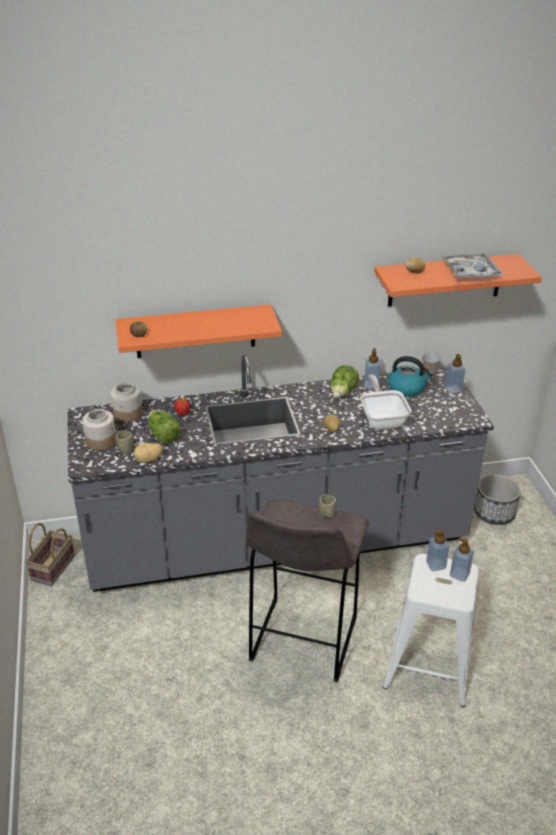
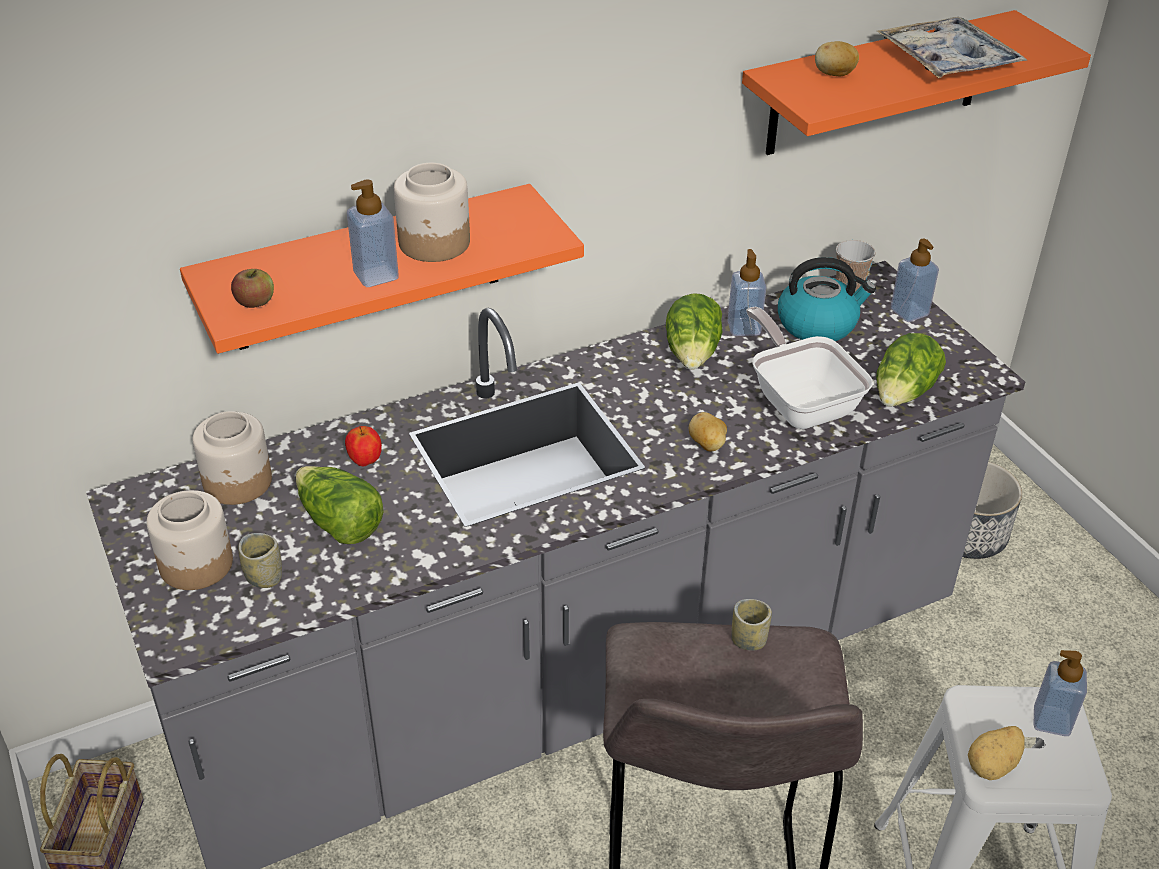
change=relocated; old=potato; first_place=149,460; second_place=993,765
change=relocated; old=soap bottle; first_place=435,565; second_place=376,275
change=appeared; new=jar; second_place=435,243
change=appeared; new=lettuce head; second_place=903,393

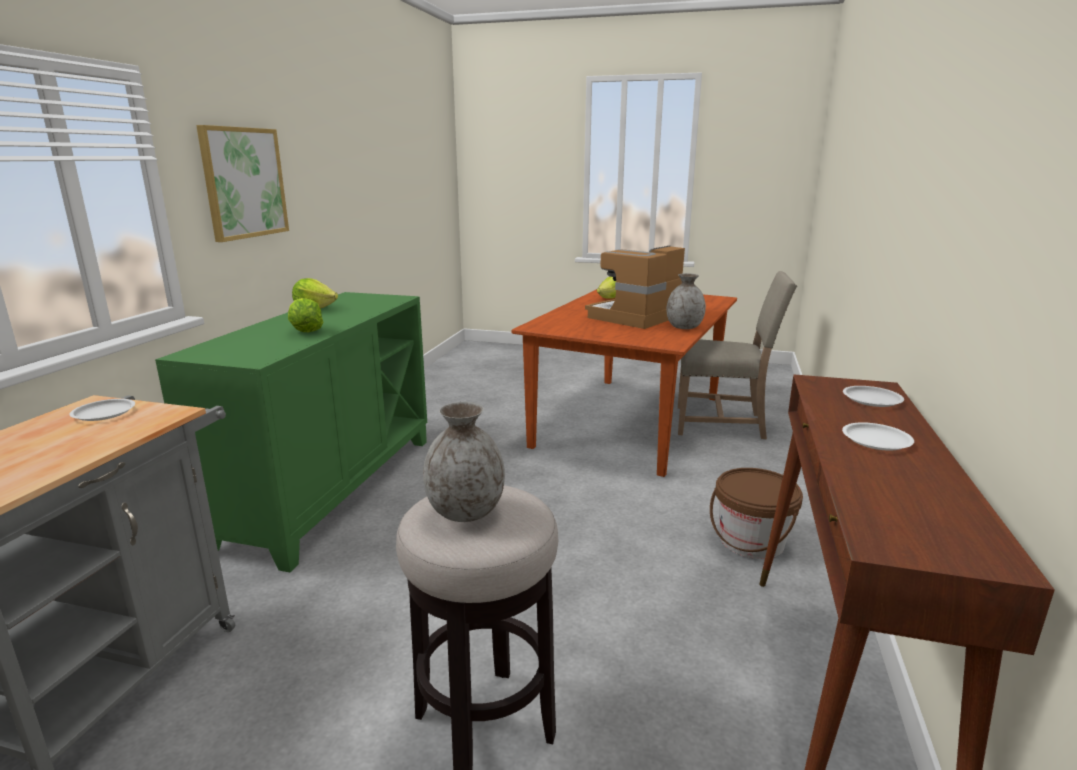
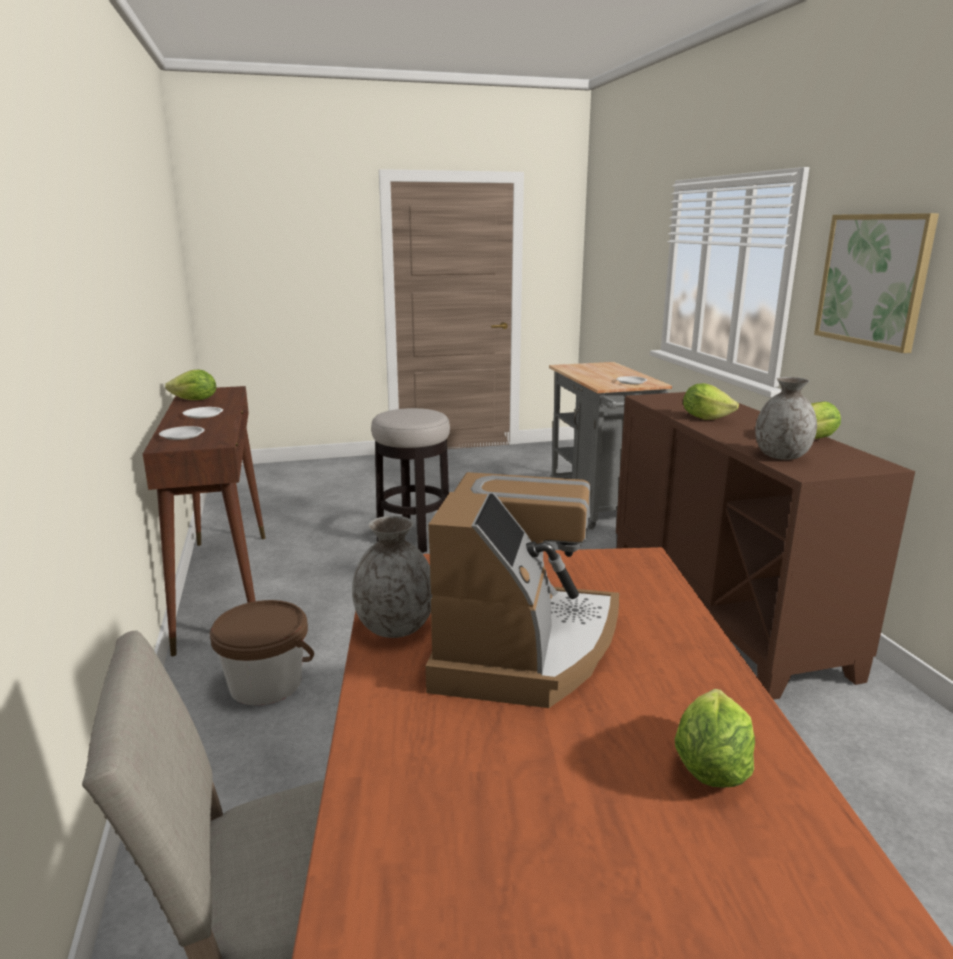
change=colour; old=cupboard/greenish; new=cupboard/brown; first_place=330,489; second_place=723,608
change=relocated; old=vase/greyish; first_place=466,512; second_place=781,456
change=appeared; new=lettuce head; second_place=195,400

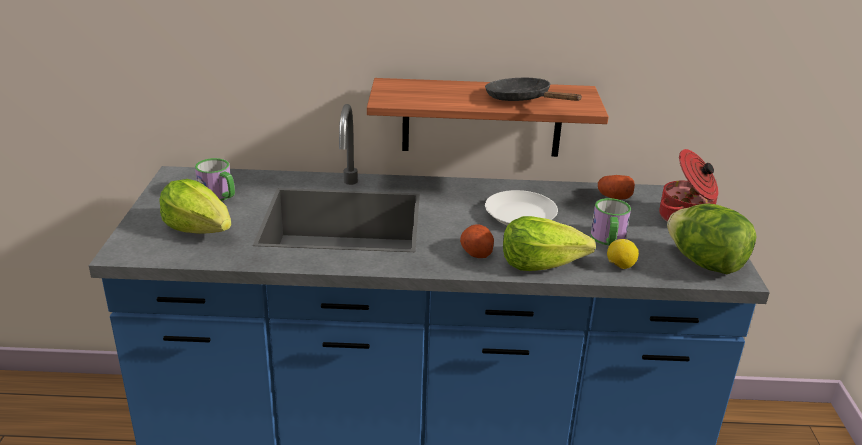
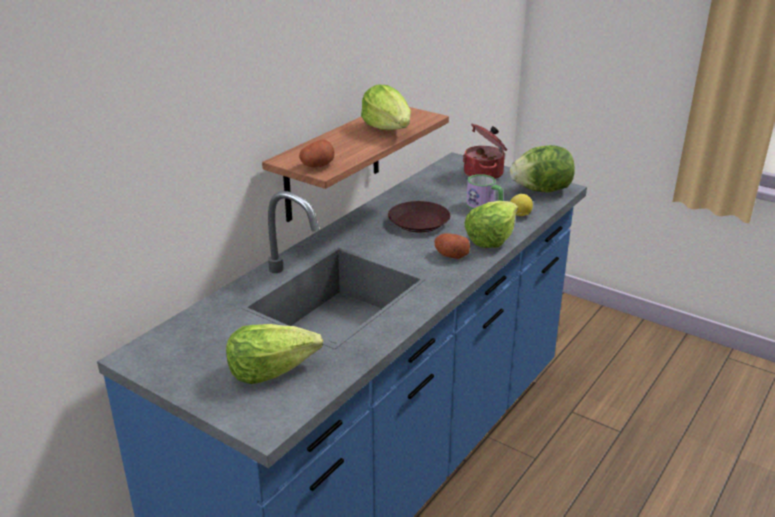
change=exchanged; old=skillet/black; new=lettuce head; first_place=522,100; second_place=388,129
change=missing; old=tea mug; first_place=219,196
change=relocated; old=potato; first_place=614,197; second_place=317,165
change=colour; old=flat dish/white; new=flat dish/brown; first_place=519,215; second_place=418,222

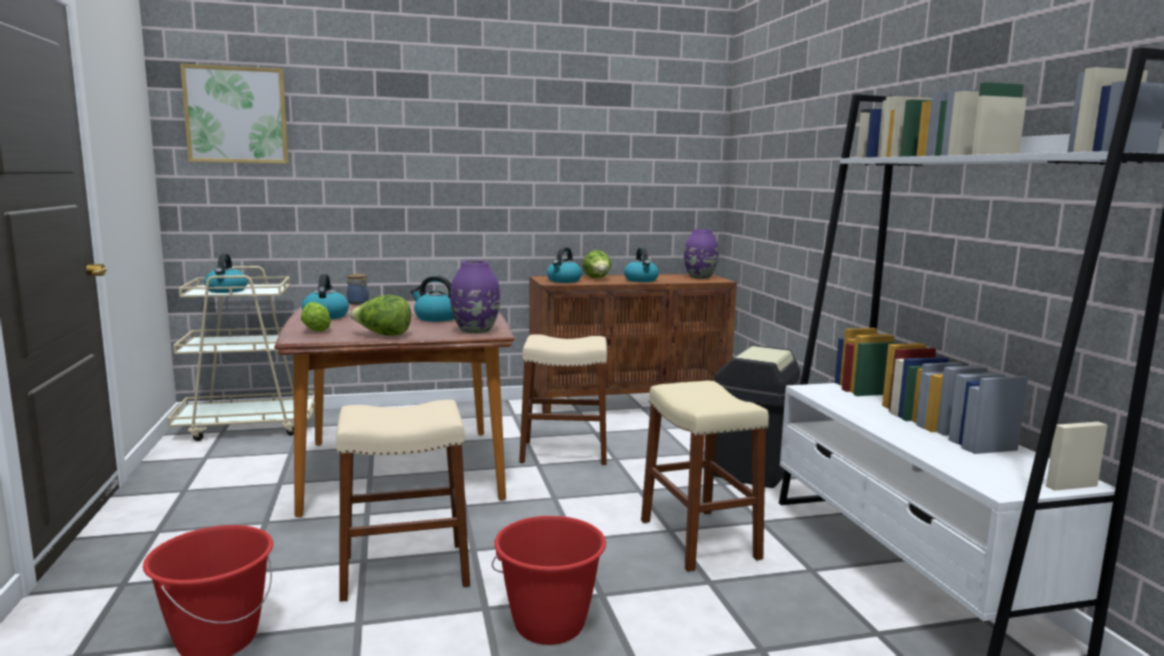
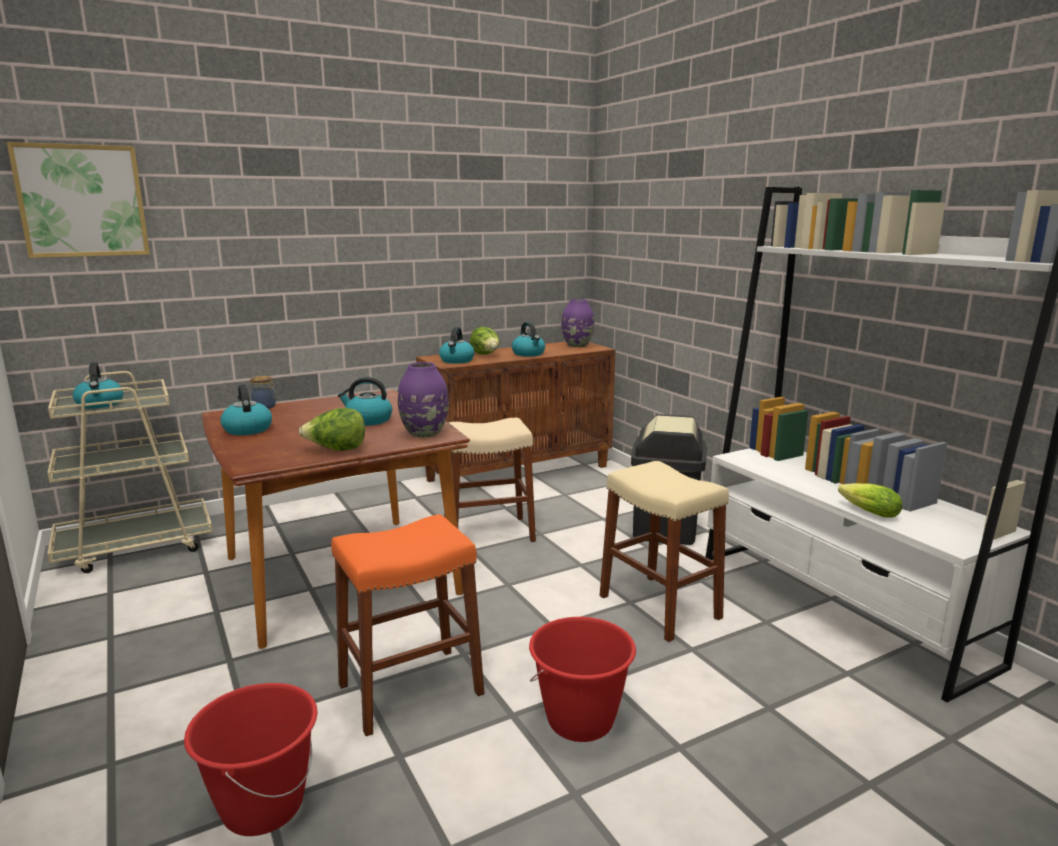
change=relocated; old=lettuce head; first_place=316,329; second_place=866,512
change=colour; old=stool seat/beige; new=stool seat/orangey; first_place=404,570; second_place=410,689

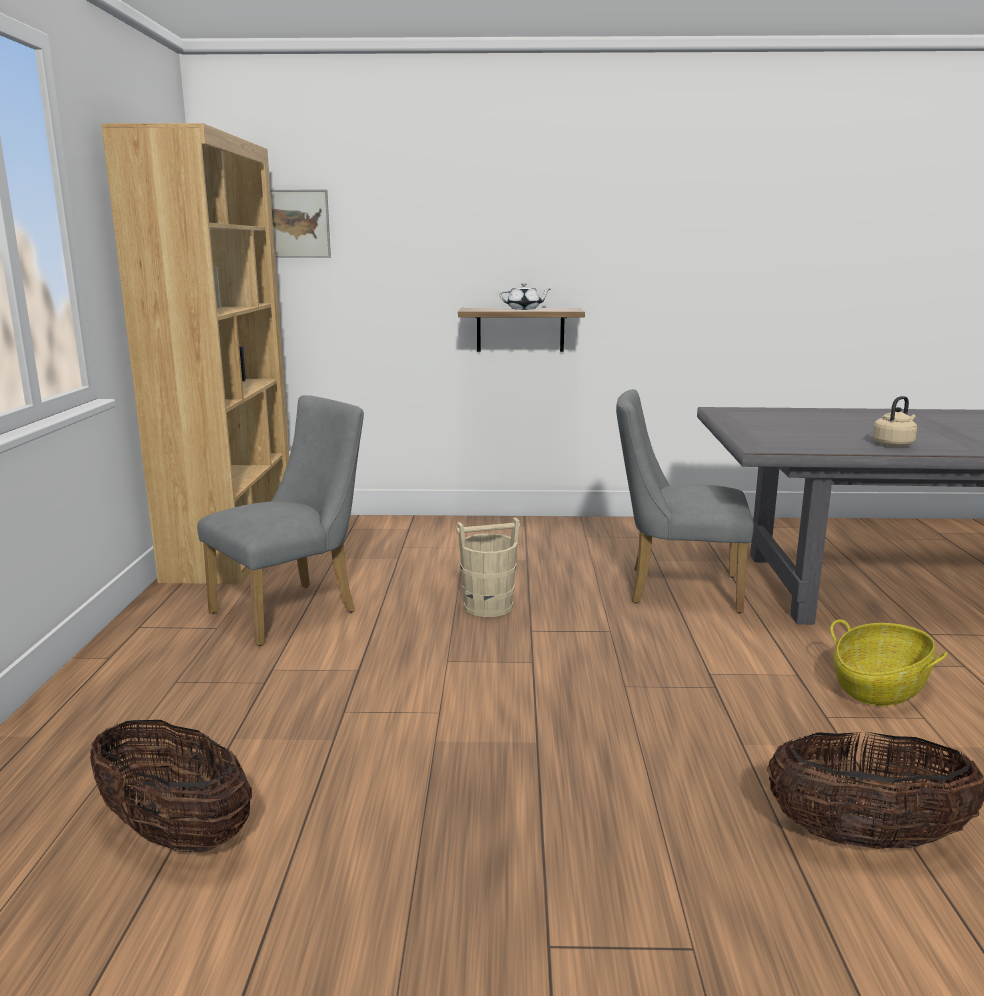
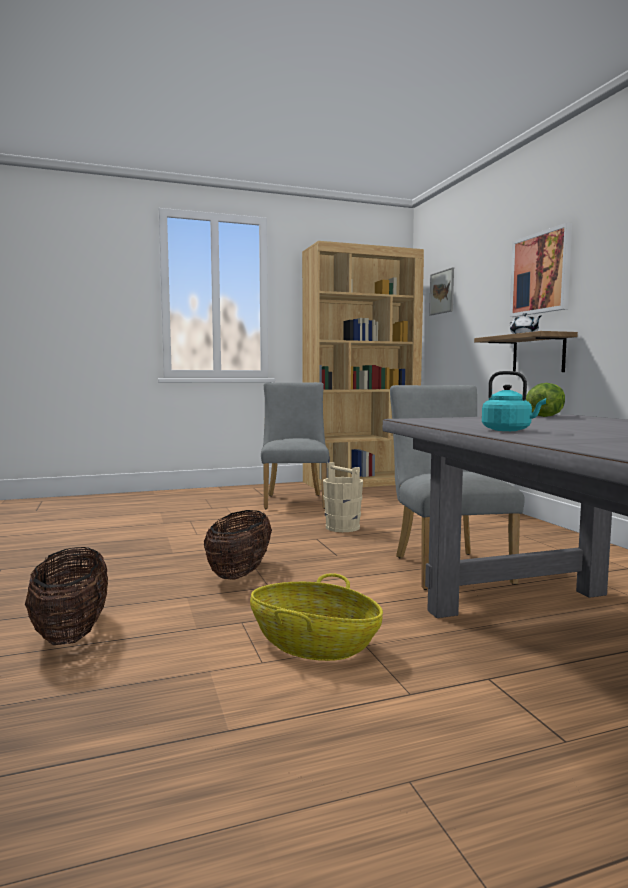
change=spun; old=chair/greyish; first_place=293,610; second_place=294,500; degrees=-120
change=colour; old=kettle/beige; new=kettle/turquoise-coloured; first_place=894,444; second_place=509,430
change=relocated; old=storage basket; first_place=175,833; second_place=239,573
change=appeared; new=wall picture; second_place=541,273
change=appeared; new=lettuce head; second_place=545,416

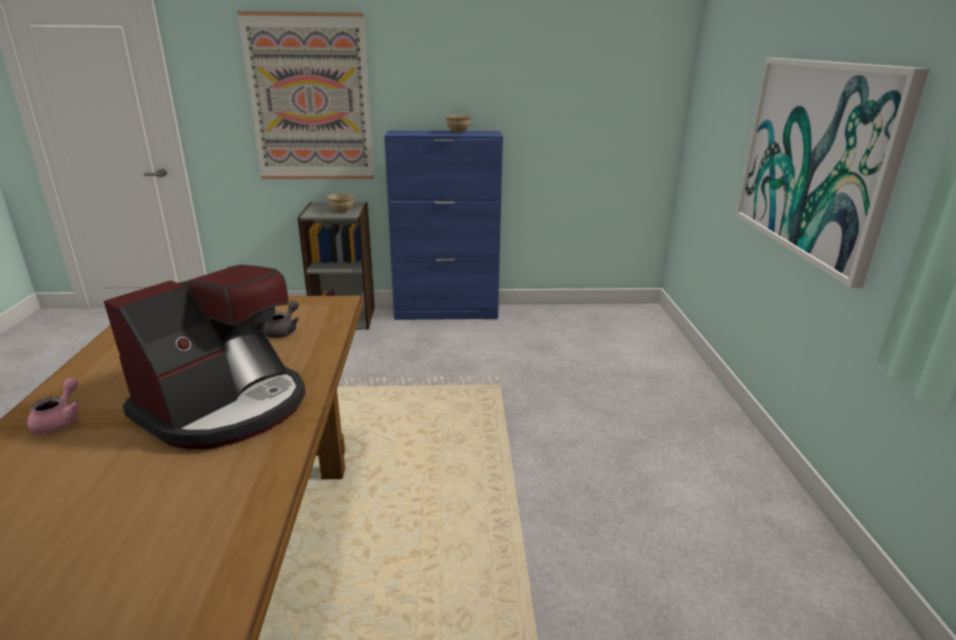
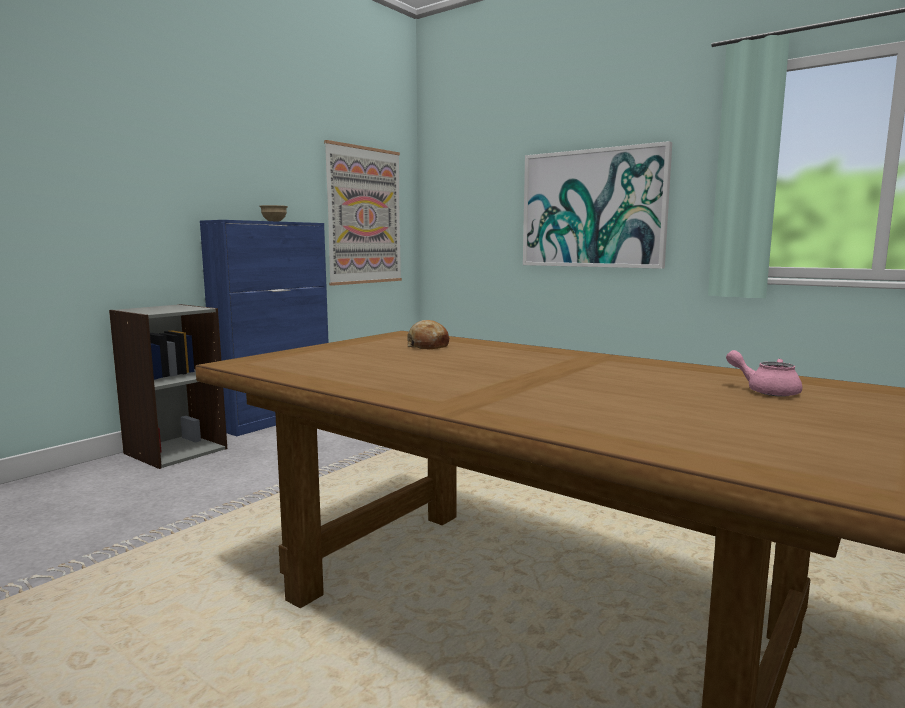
change=relocated; old=wall picture; first_place=310,99; second_place=364,216
change=missing; old=serving bowl/beige; first_place=342,211
change=missing; old=coffee machine; first_place=226,407
change=exchanged; old=tea pot/greyish; new=bread; first_place=283,331; second_place=428,346
change=relocated; old=tea pot/pink; first_place=60,420; second_place=766,391

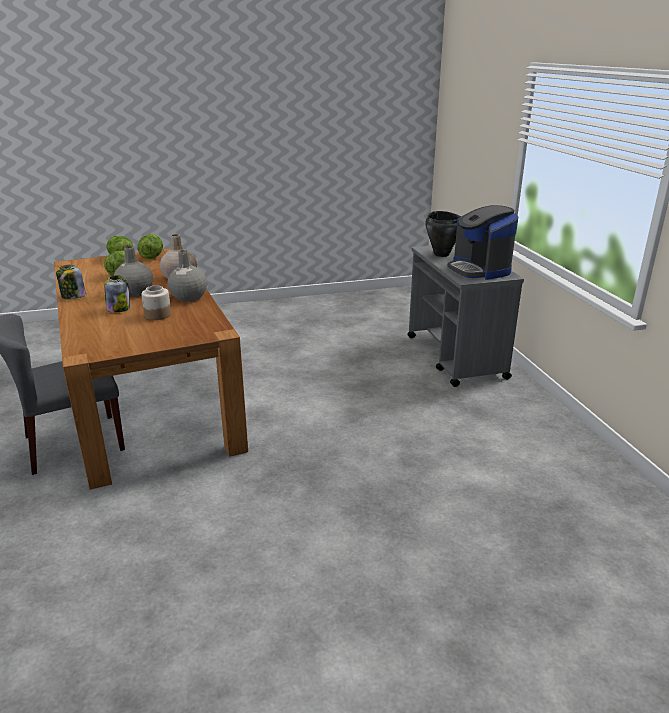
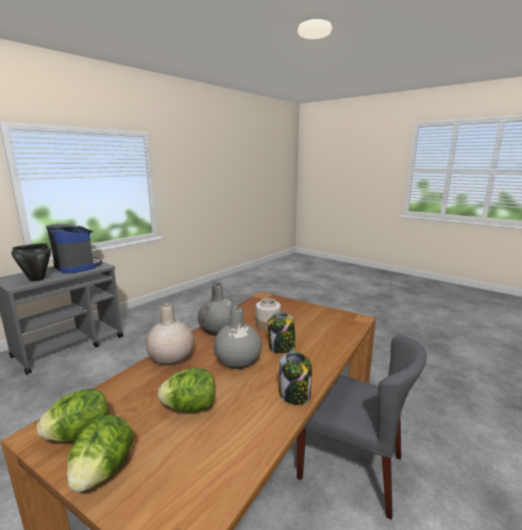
change=spun; old=coffee machine; first_place=479,269; second_place=77,266; degrees=-75

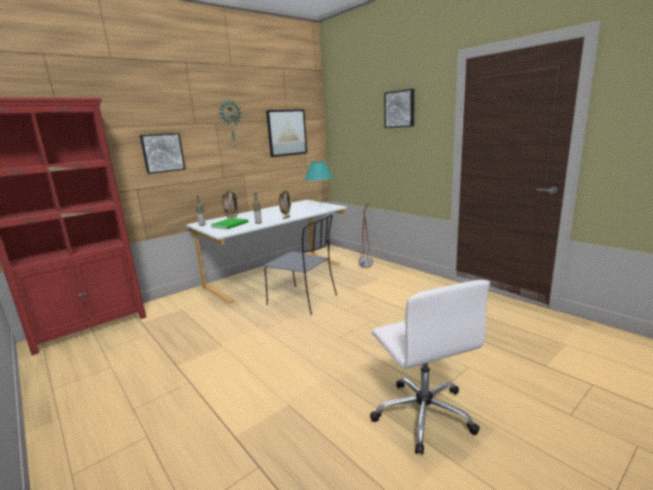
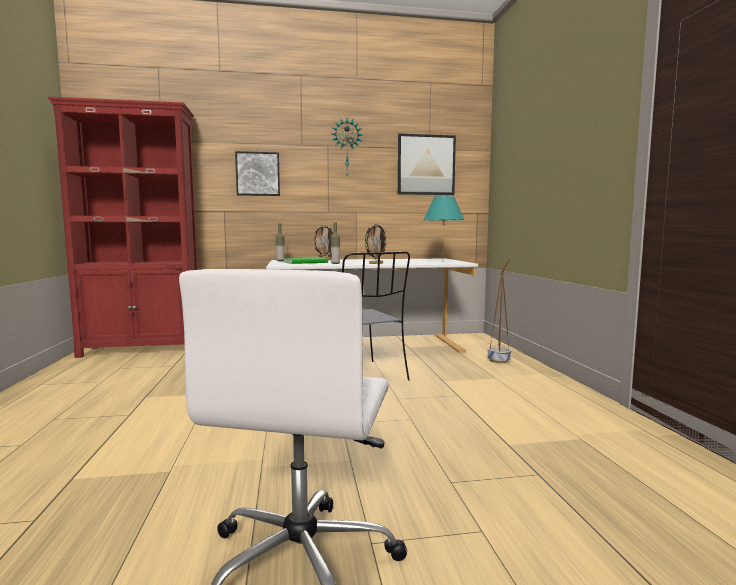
change=missing; old=wall picture; first_place=400,109

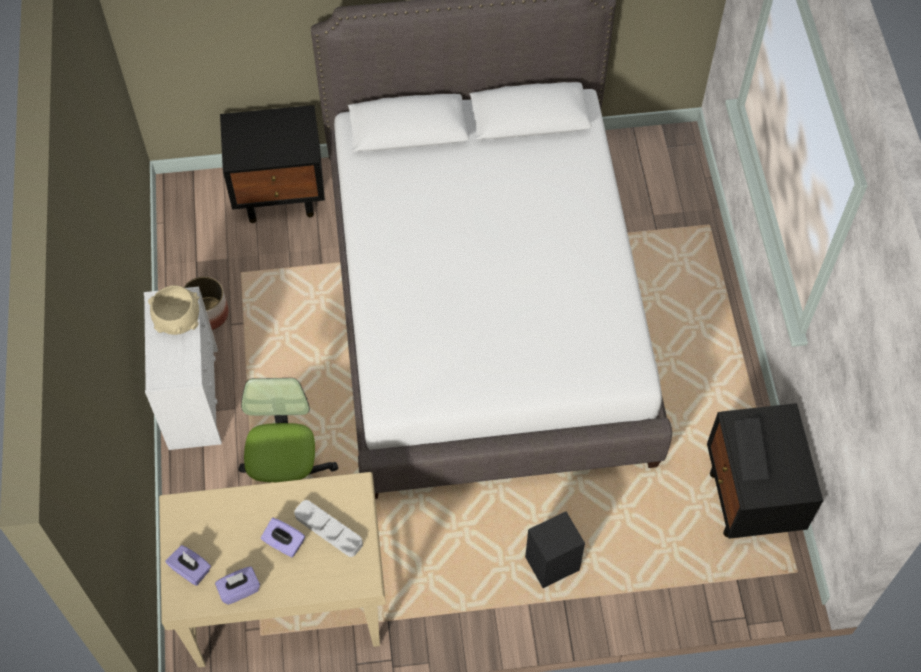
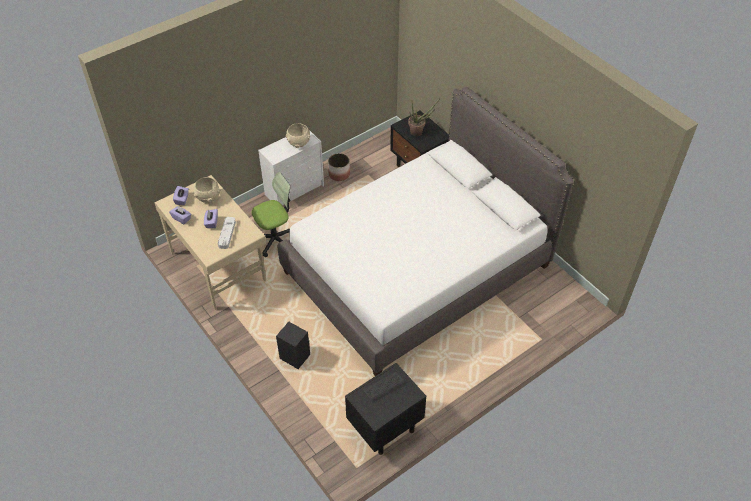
change=appeared; new=plant in a pot; second_place=419,132
change=appeared; new=serving bowl/beige; second_place=208,198

